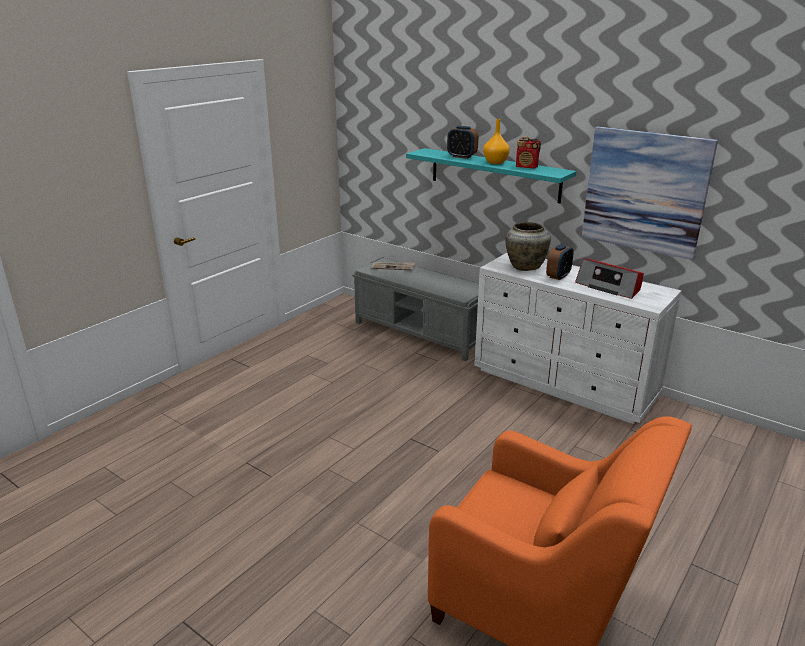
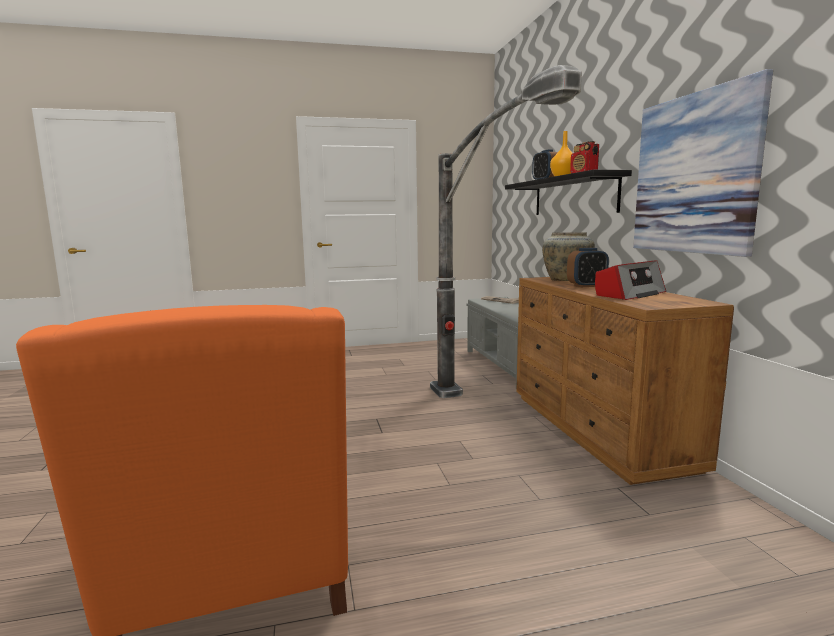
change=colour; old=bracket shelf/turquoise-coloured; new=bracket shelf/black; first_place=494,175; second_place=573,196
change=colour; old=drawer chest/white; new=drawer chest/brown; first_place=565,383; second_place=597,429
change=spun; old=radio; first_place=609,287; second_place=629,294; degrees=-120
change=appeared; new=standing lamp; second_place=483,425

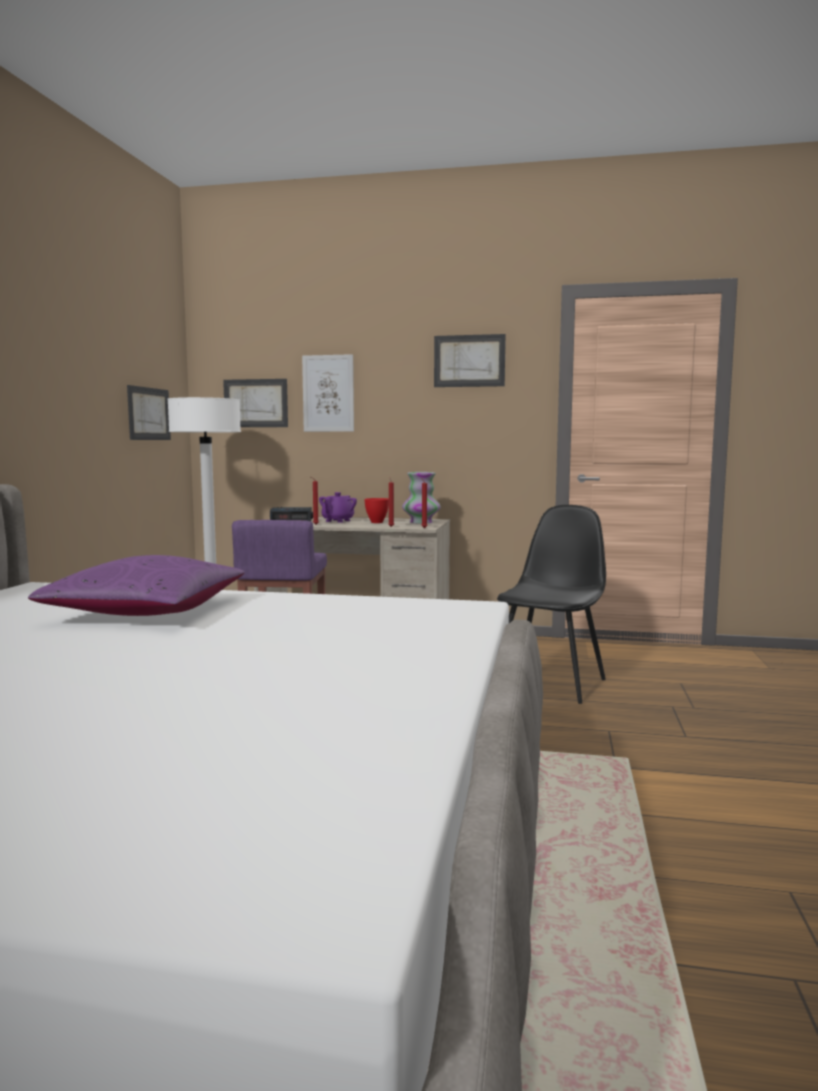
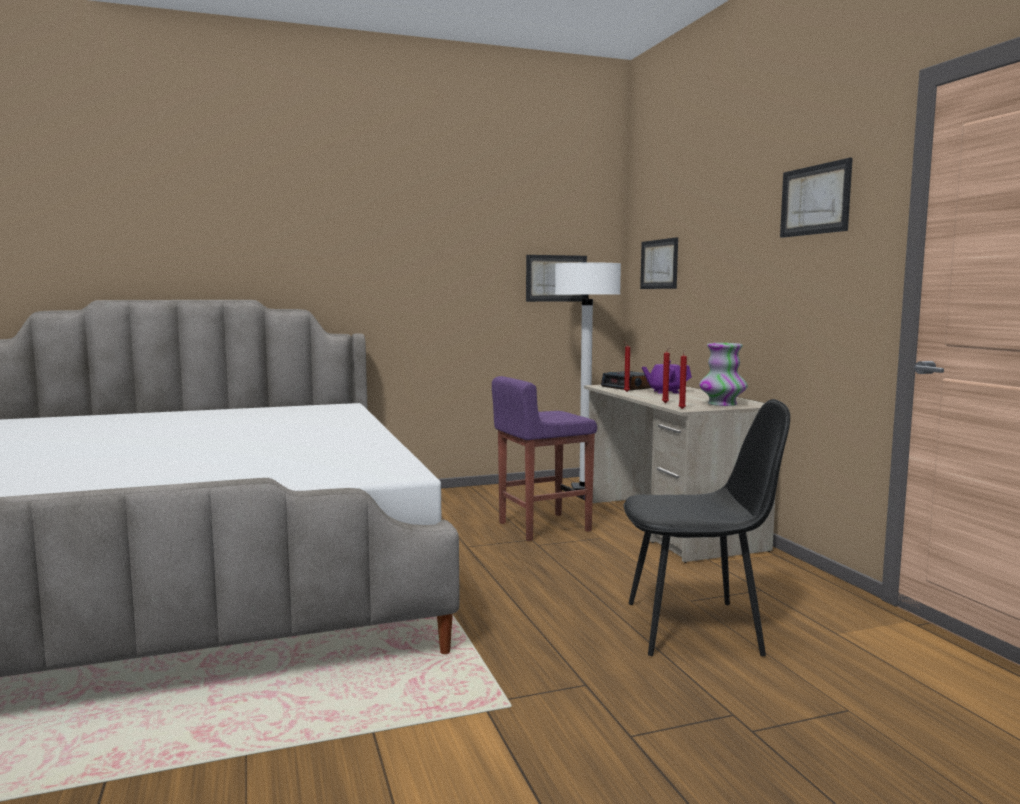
change=missing; old=wall picture; first_place=328,393
change=missing; old=serving bowl/red; first_place=376,522
change=missing; old=pillow/purplish; first_place=147,611

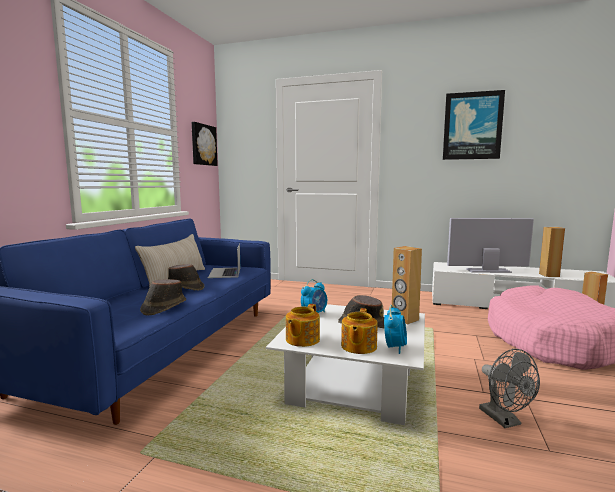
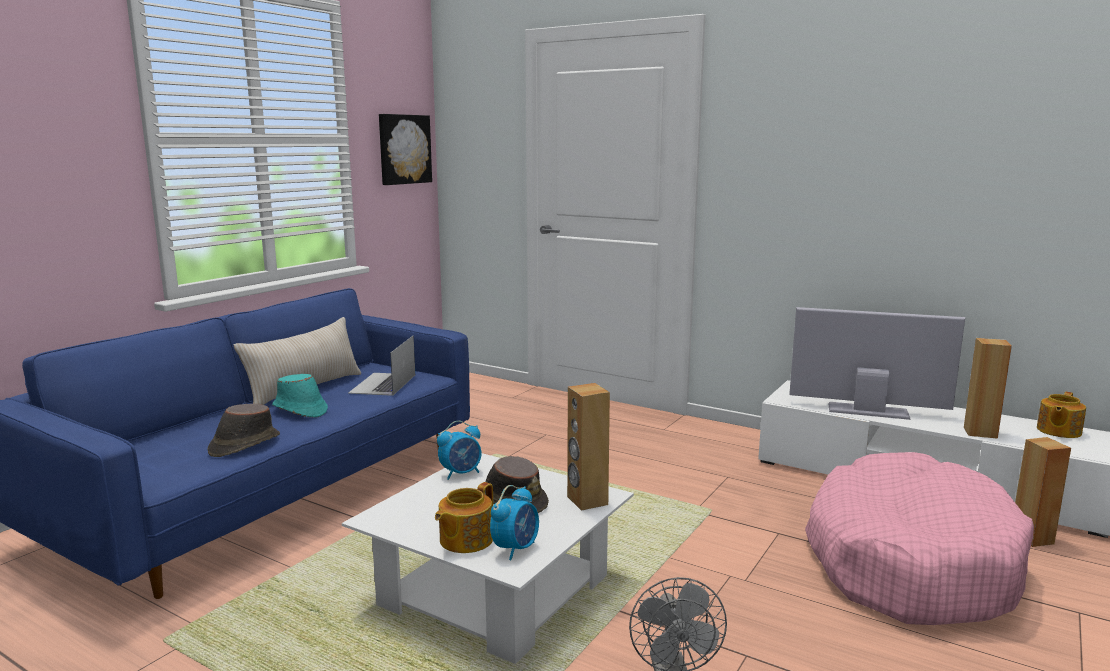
change=missing; old=wall picture; first_place=472,126
change=colour; old=clothing hat/brown; new=clothing hat/turquoise-coloured; first_place=184,287; second_place=300,410
change=relocated; old=tea pot; first_place=301,340; second_place=1058,431

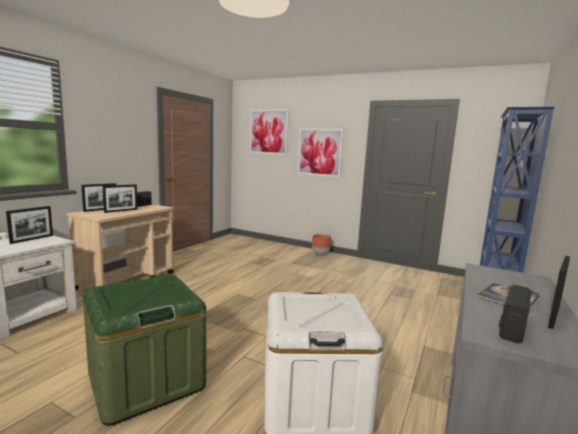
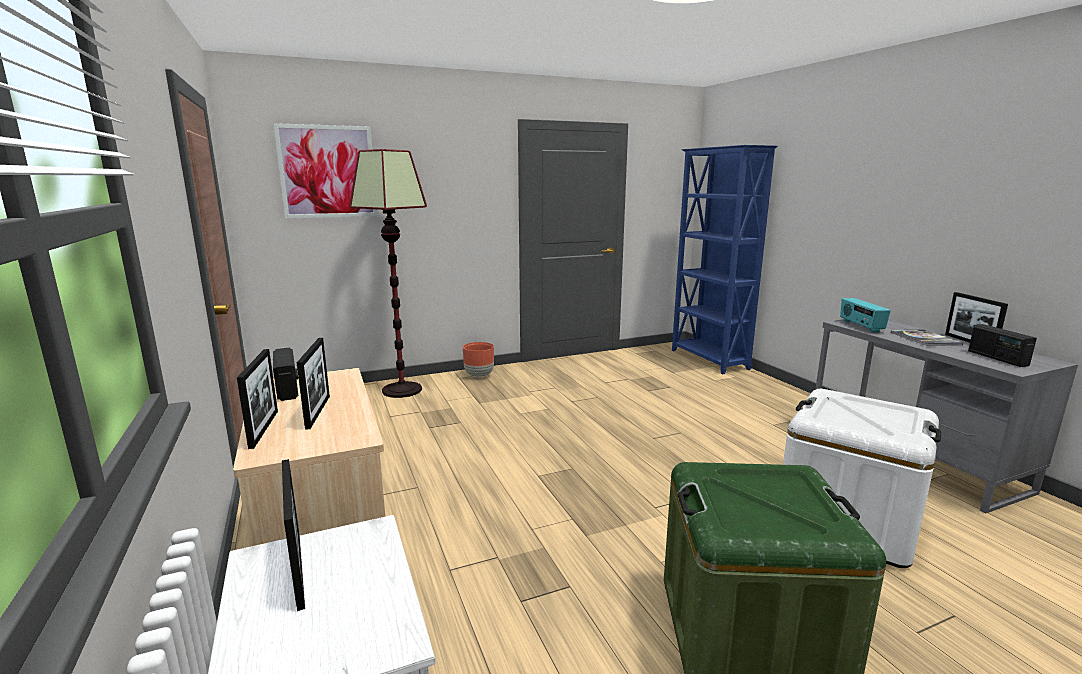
change=missing; old=wall picture; first_place=319,152
change=appeared; new=standing lamp; second_place=402,390
change=appeared; new=radio; second_place=860,326

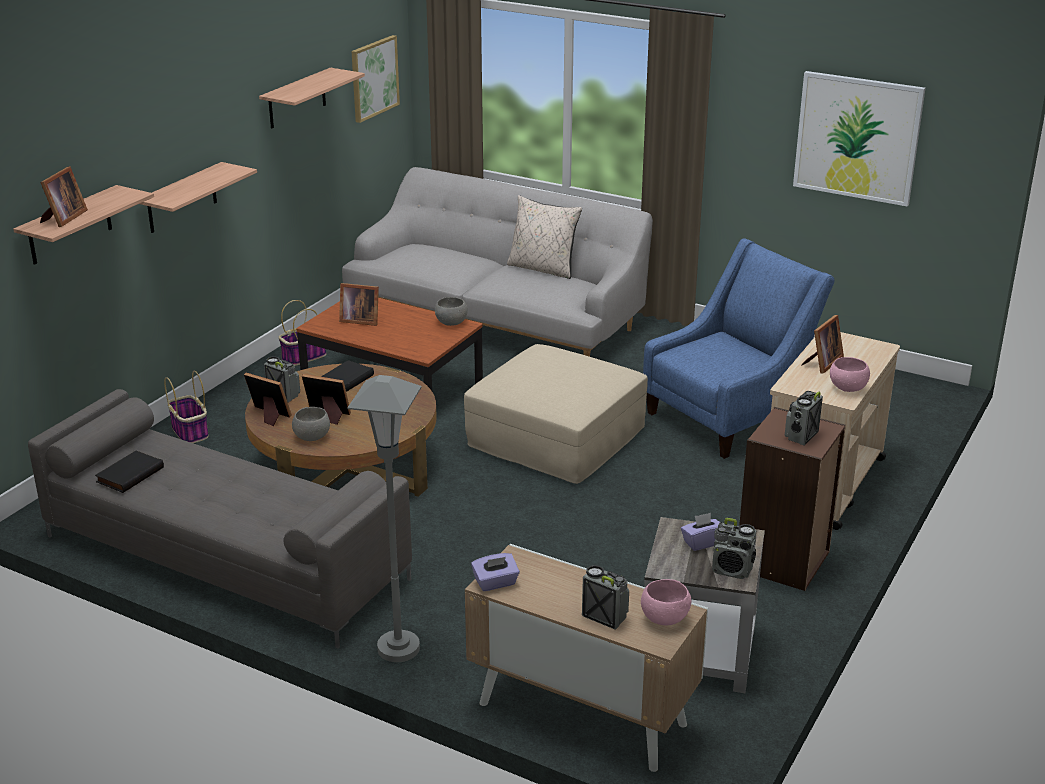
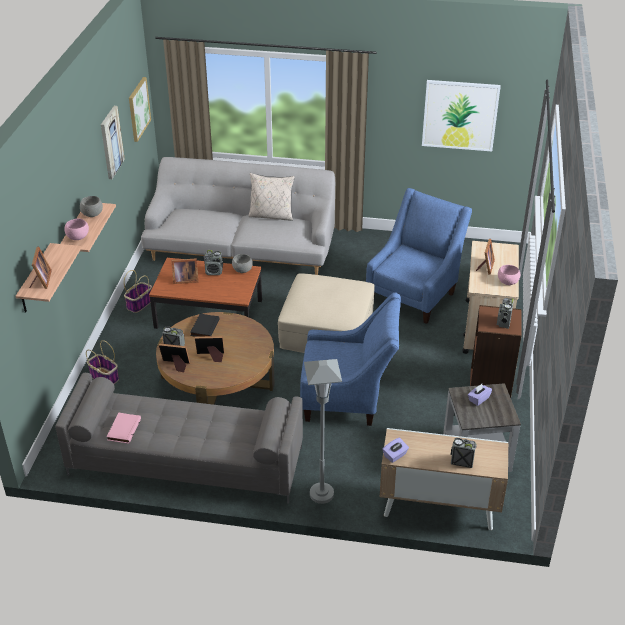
change=exchanged; old=bracket shelf; new=wall picture; first_place=297,98; second_place=111,142
change=relocated; old=serving bowl/greyish; first_place=311,437; second_place=92,214
change=colour; old=volume/black; new=volume/pink; first_place=129,474; second_place=123,429
change=relocated; old=radio; first_place=732,570; second_place=214,272
change=relocated; old=serving bowl/pink; first_place=664,618; second_place=77,237
change=appeared; new=easy chair/bluish; second_place=348,398

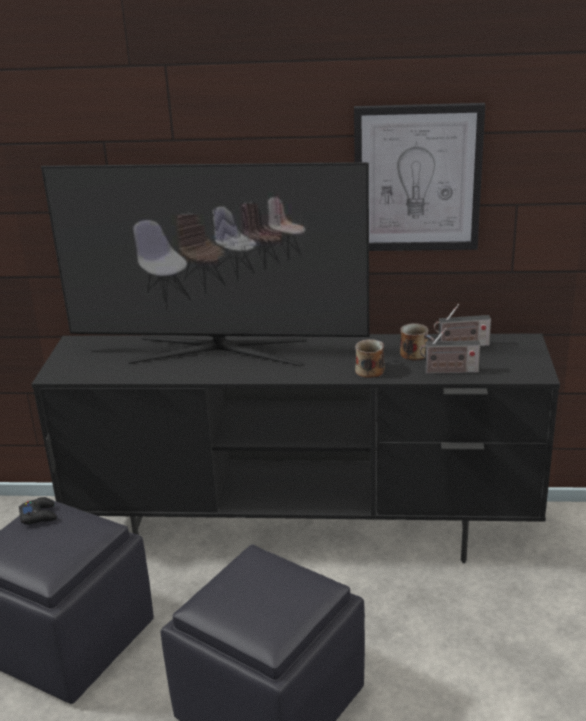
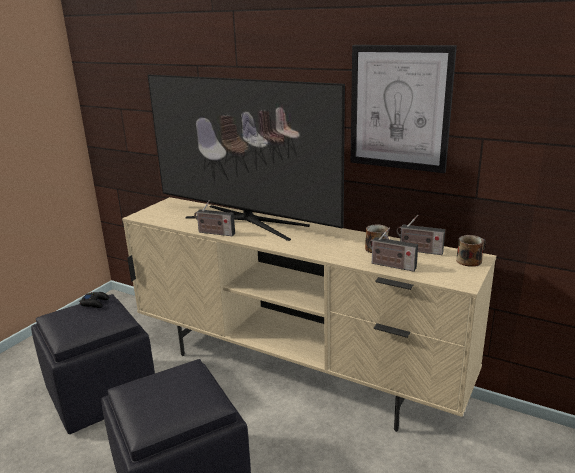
change=colour; old=tv unit/black; new=tv unit/beige; first_place=304,532; second_place=295,372
change=relocated; old=tea mug; first_place=370,369; second_place=470,260
change=appeared; new=radio; second_place=214,233

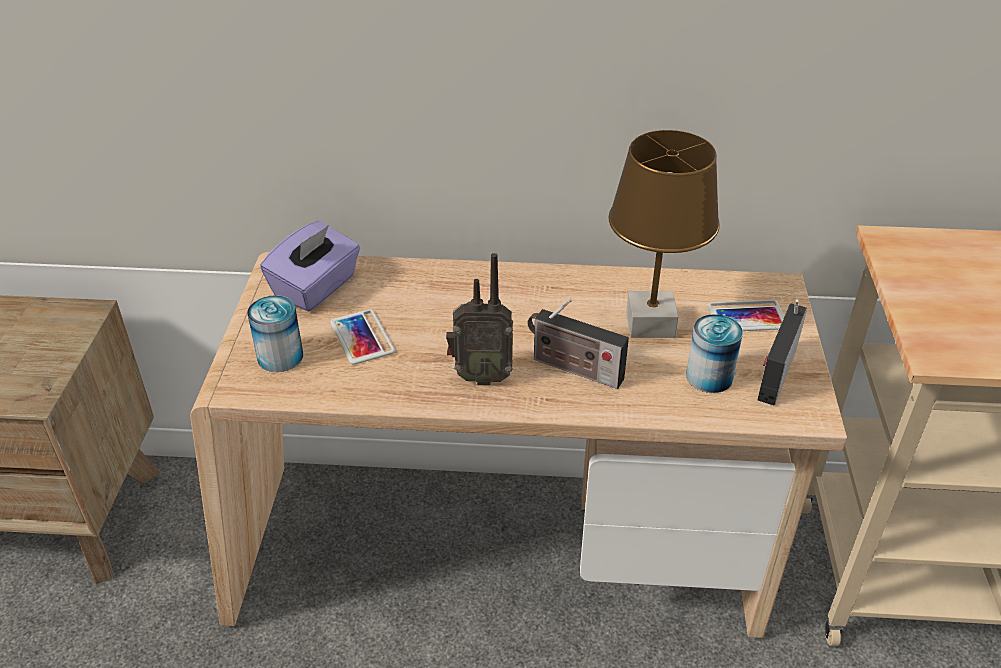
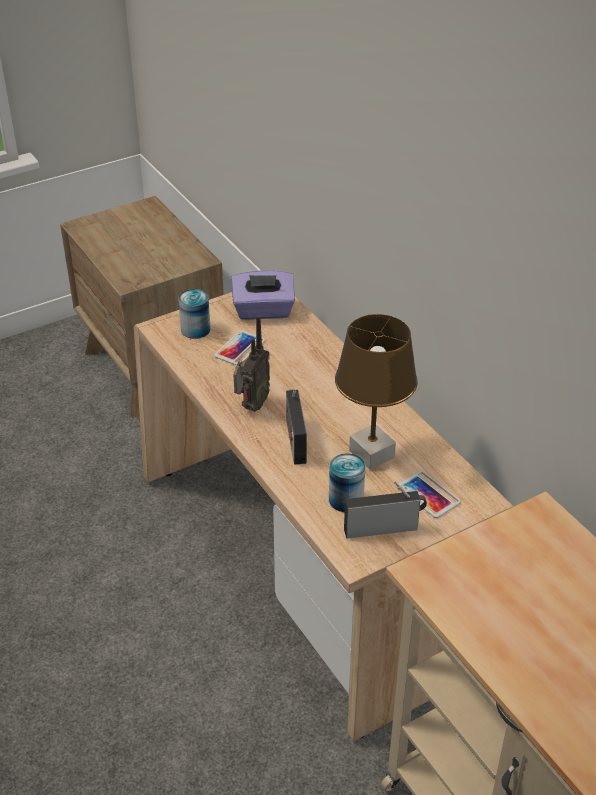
change=spun; old=radio; first_place=480,376; second_place=251,406; degrees=-120

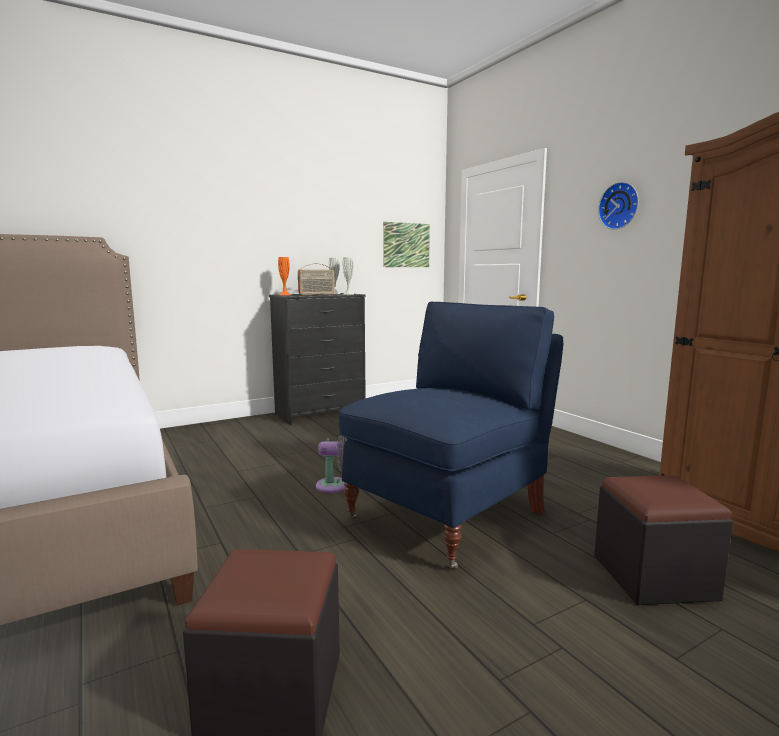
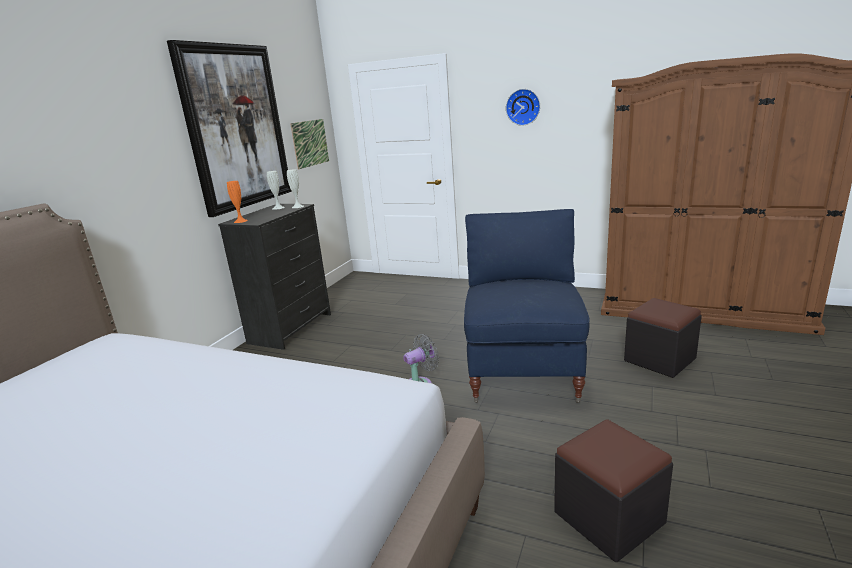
change=missing; old=radio; first_place=317,294
change=appeared; new=wall picture; second_place=236,127

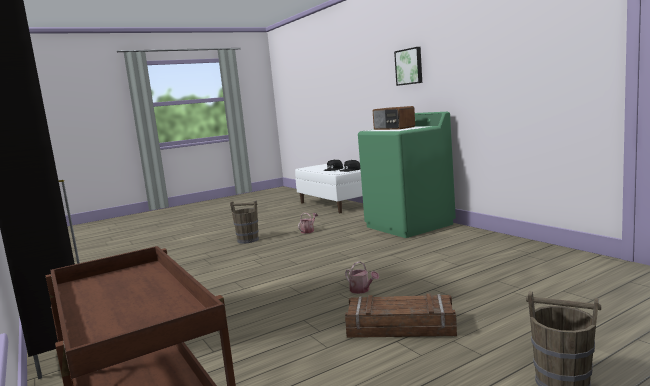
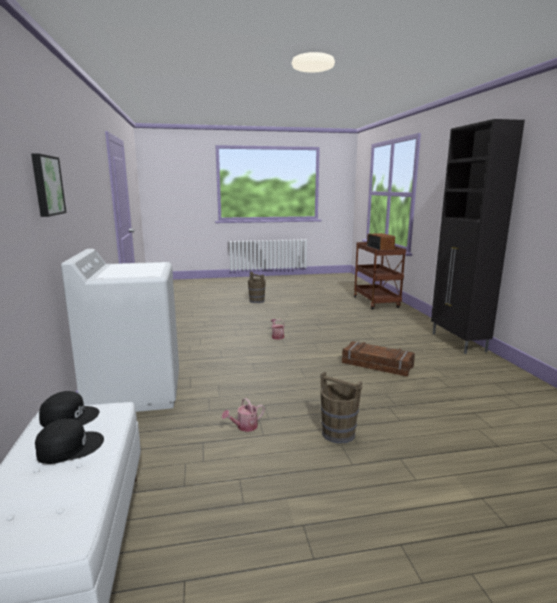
change=relocated; old=radio; first_place=393,128; second_place=380,249
change=colour; old=washing machine/greenish; new=washing machine/white; first_place=409,225; second_place=135,392
change=relocated; old=crate; first_place=400,327; second_place=377,365

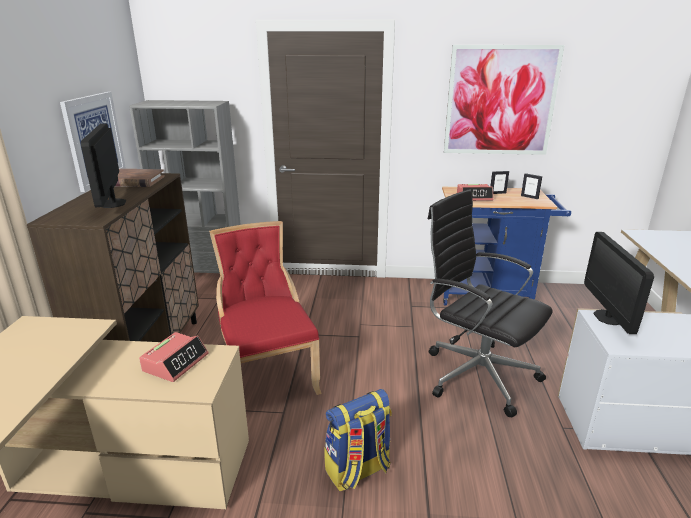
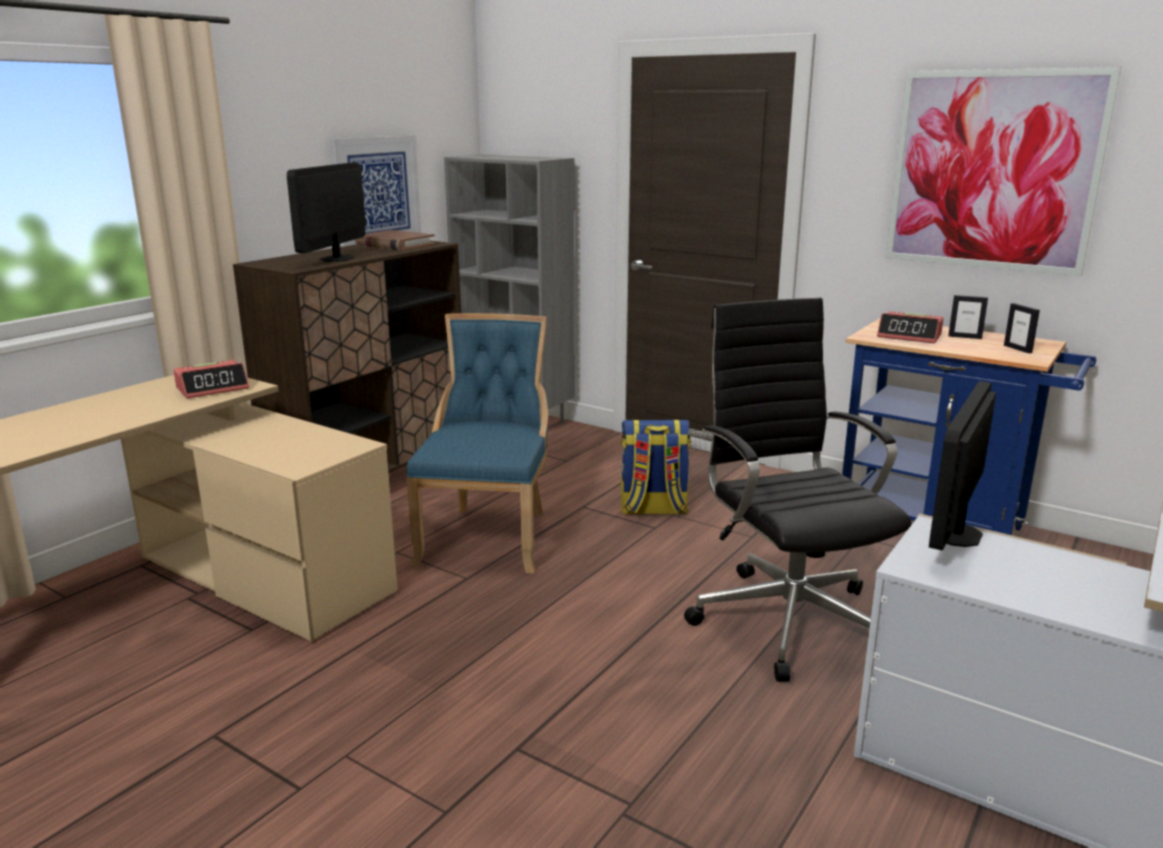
change=colour; old=chair/red; new=chair/bluish; first_place=268,375; second_place=489,536
change=relocated; old=table clock; first_place=176,362; second_place=213,388
change=relocated; old=rucksack; first_place=358,470; second_place=653,509

